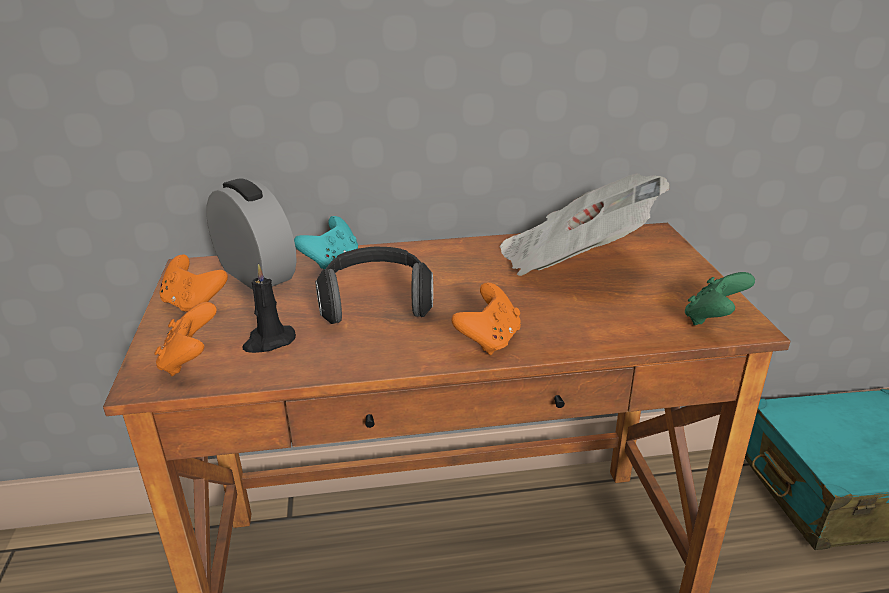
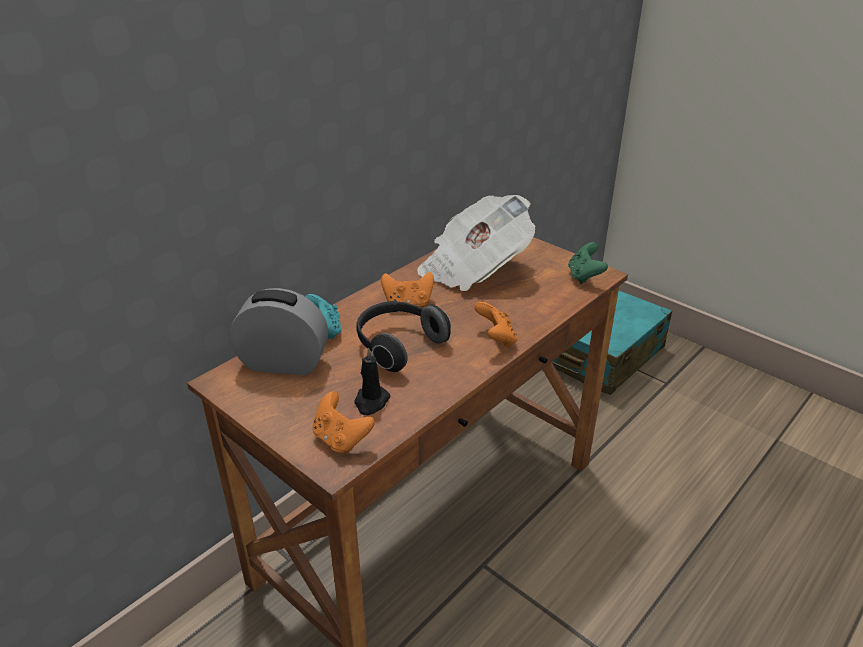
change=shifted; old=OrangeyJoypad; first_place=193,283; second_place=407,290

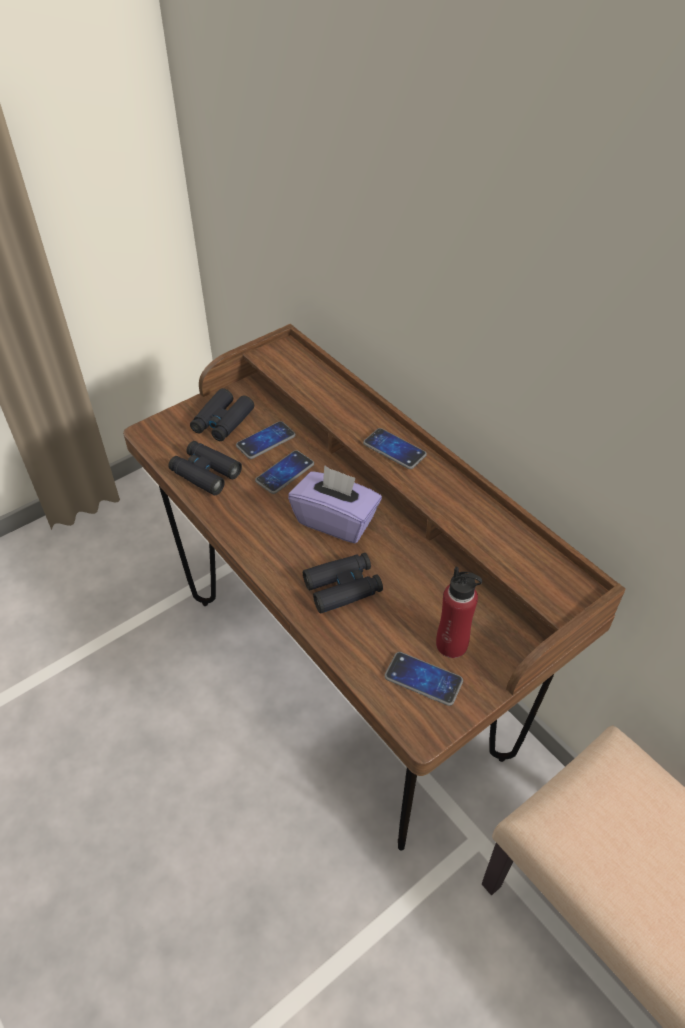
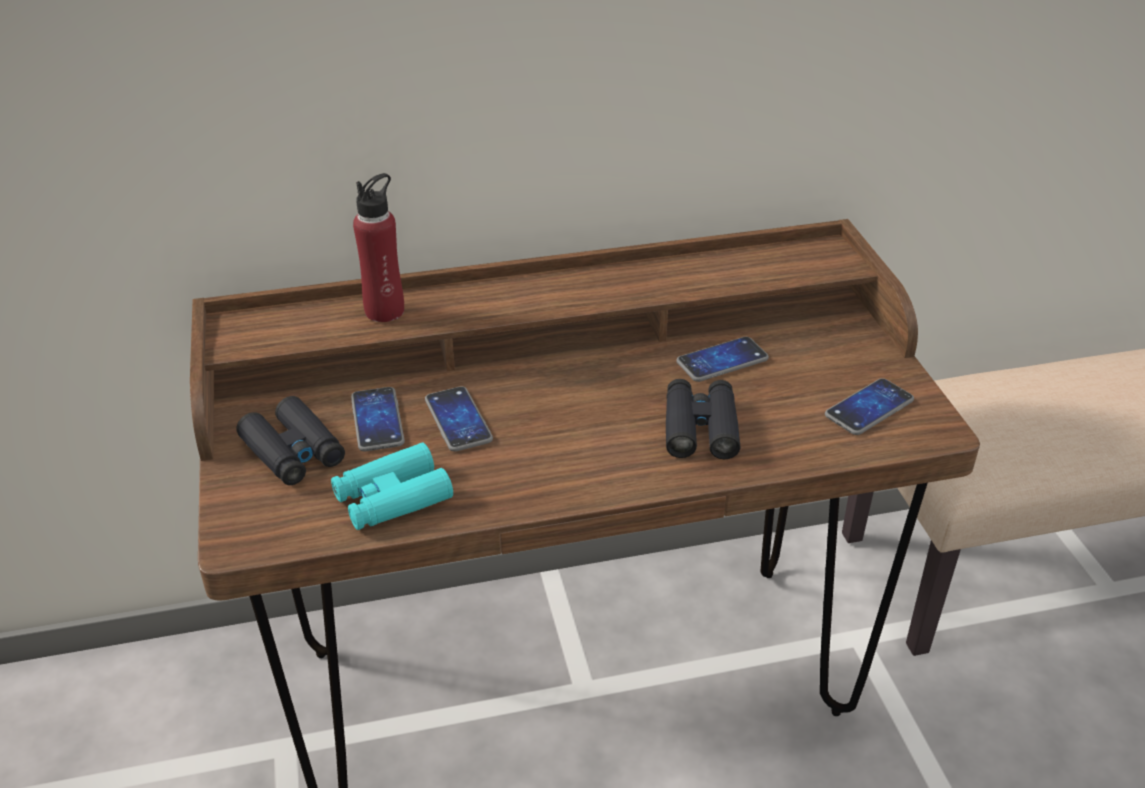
change=repainted; old=BlackColouredBinoculars; new=TurquoiseBinoculars; first_place=205,468; second_place=392,486
change=shifted; old=RedColouredBeverageBottle; first_place=459,612; second_place=378,247
change=shifted; old=Telephone; first_place=395,448; second_place=722,359
change=gone; old=PurpleBoxOfTissues; first_place=335,504

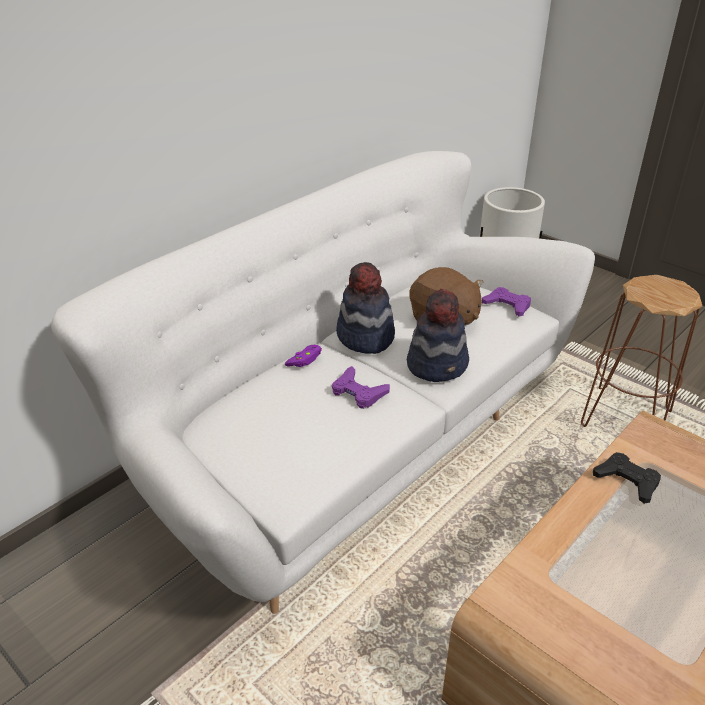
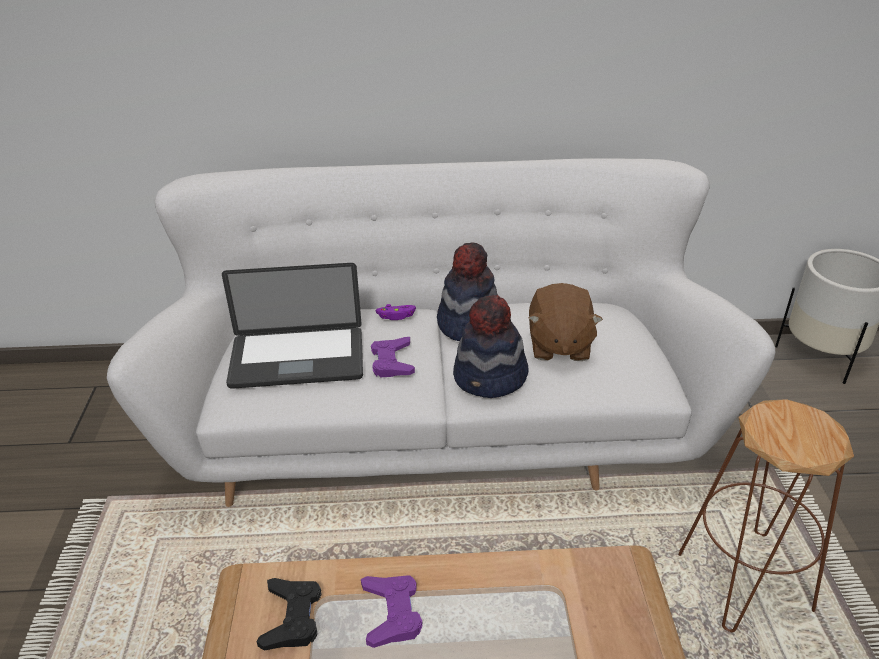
change=new; new=PortableComputer; second_place=292,326
change=shifted; old=BlackColouredJoypad; first_place=627,478; second_place=289,614
change=shifted; old=PurpleJoypad; first_place=506,301; second_place=392,612

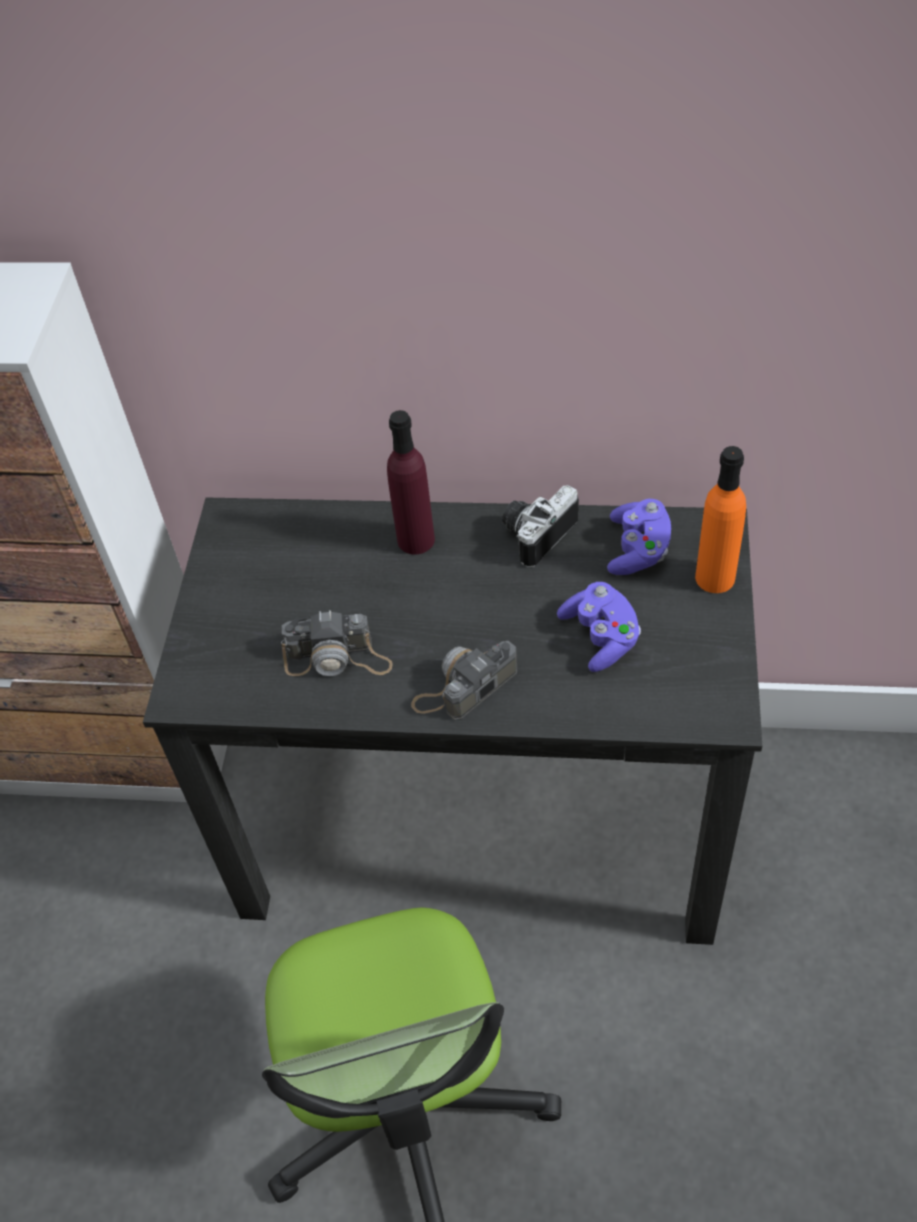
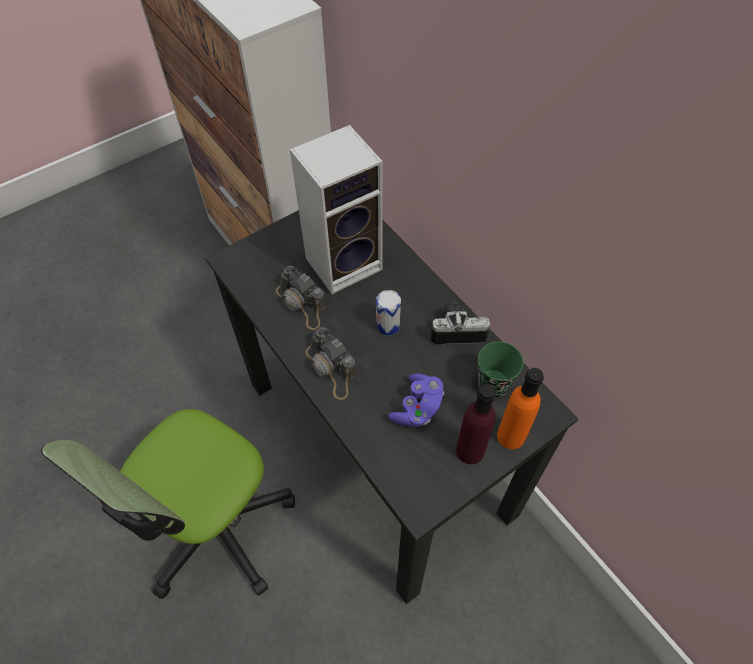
change=new; new=AudioSpeaker; second_place=336,209
change=rotated; old=StillCamera; first_place=464,681; second_place=331,363; degrees=-135
change=new; new=SealedCan; second_place=388,313
change=shifted; old=PurpleBeverageBottle; first_place=411,482; second_place=476,424
change=swapped; old=PurpleJoypad; new=GreenishSmallCup; first_place=639,537; second_place=500,370

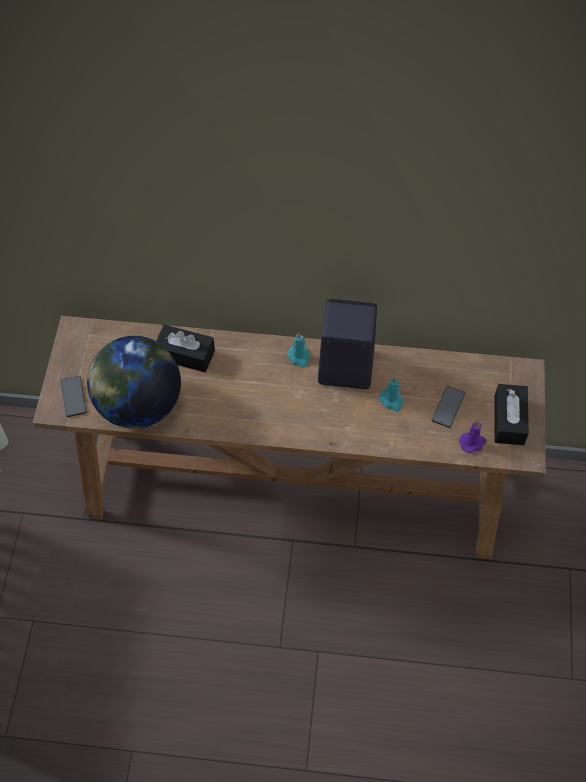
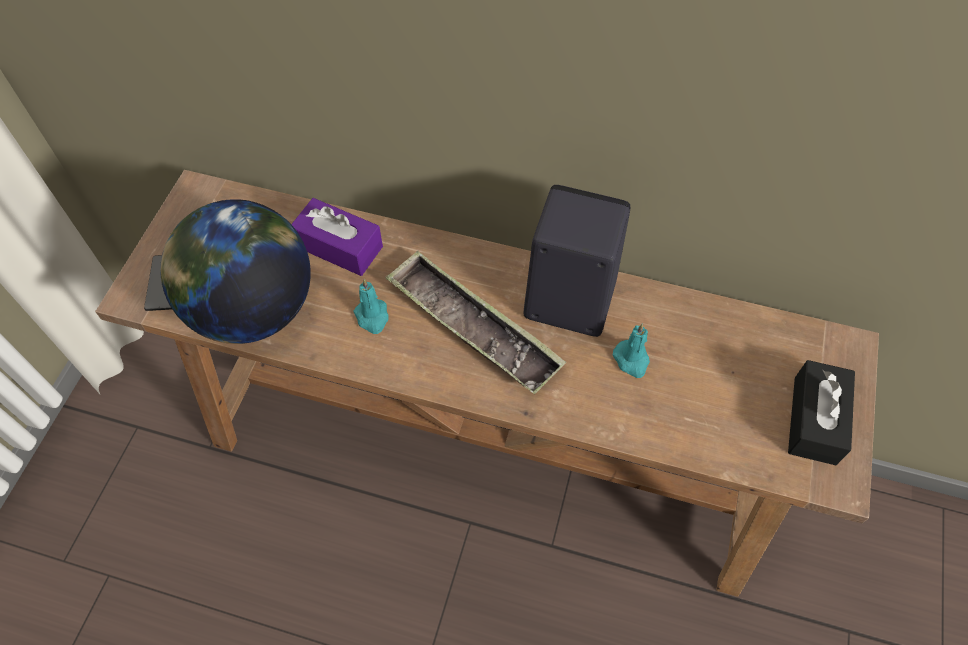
change=repainted; old=BlackColouredBoxOfTissues; new=PurpleBoxOfTissues; first_place=185,348; second_place=337,237
change=shifted; old=TurquoiseWaxCandle; first_place=298,350; second_place=371,306
change=new; new=ServingTray; second_place=475,323
change=gone; old=Telephone; first_place=448,407
change=gone; old=PurpleWaxCandle; first_place=472,437

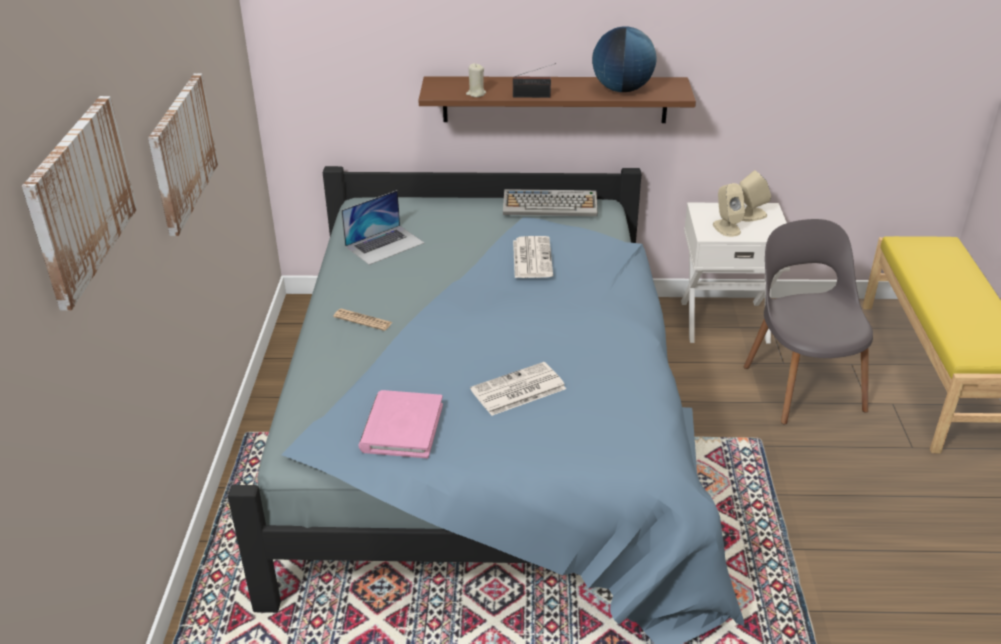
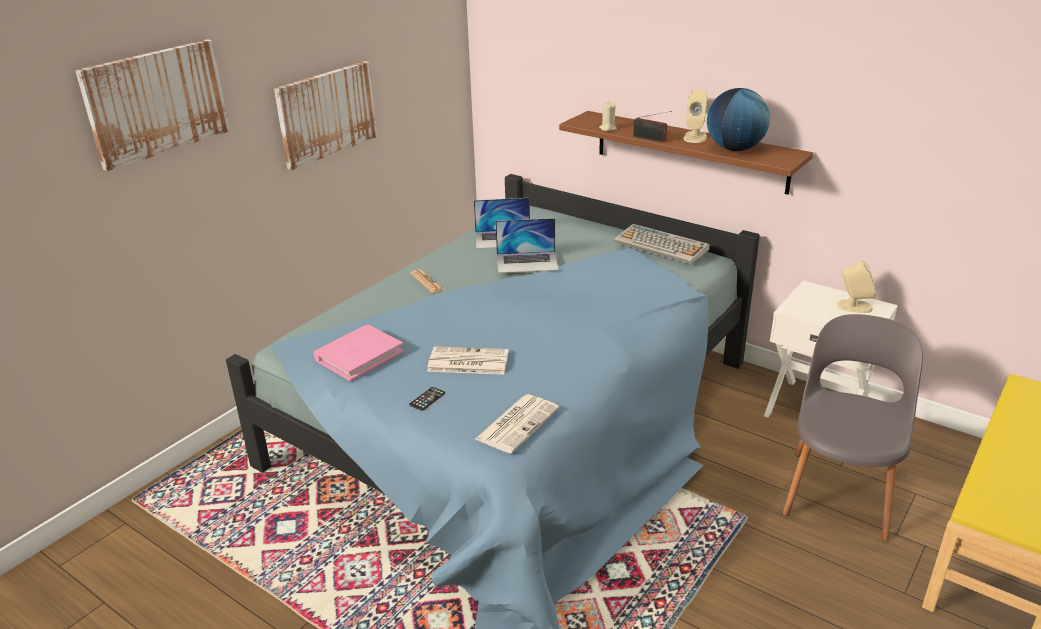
change=new; new=Telephone; second_place=427,399
change=shifted; old=Newspaper; first_place=533,257; second_place=517,423
change=new; new=PortableComputer; second_place=527,245
change=shifted; old=BeigeColouredAudioSpeaker; first_place=729,210; second_place=695,116

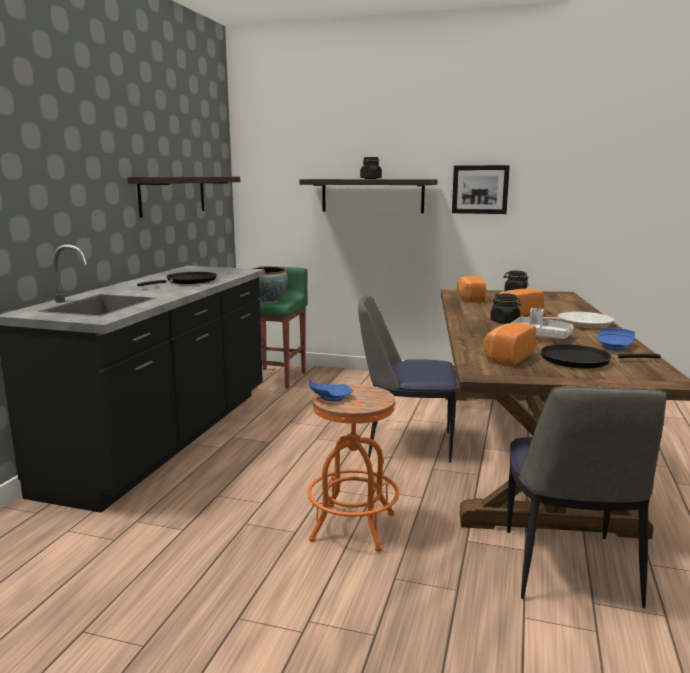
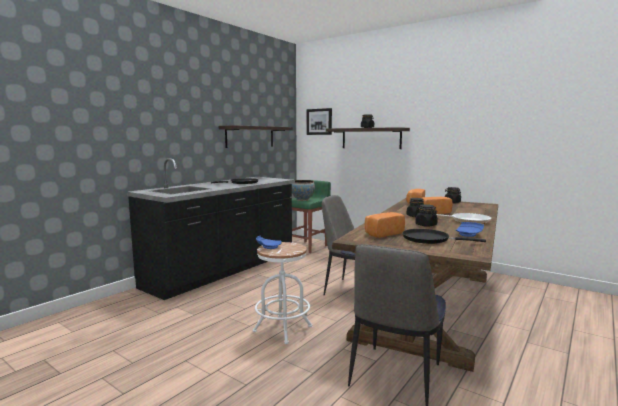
change=repainted; old=OrangeyStool; new=WhitishStool; first_place=353,468; second_place=282,293
change=shifted; old=Picture; first_place=481,189; second_place=319,121
change=swapped; old=GreyishServingTray; new=BlackColouredPreserveJar; first_place=542,323; second_place=427,215

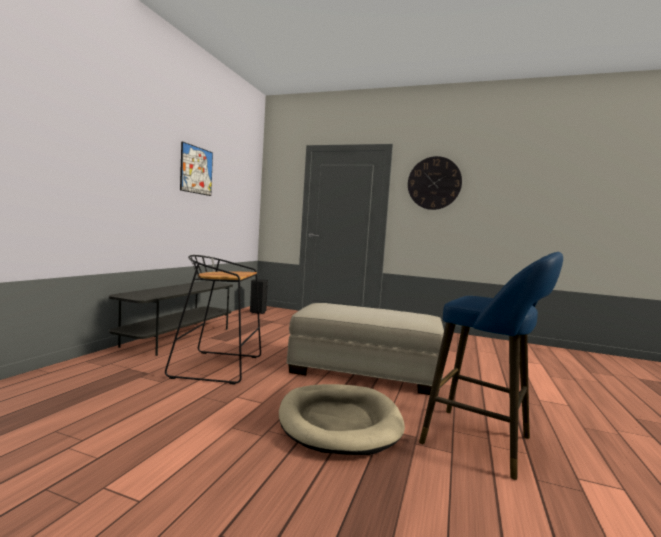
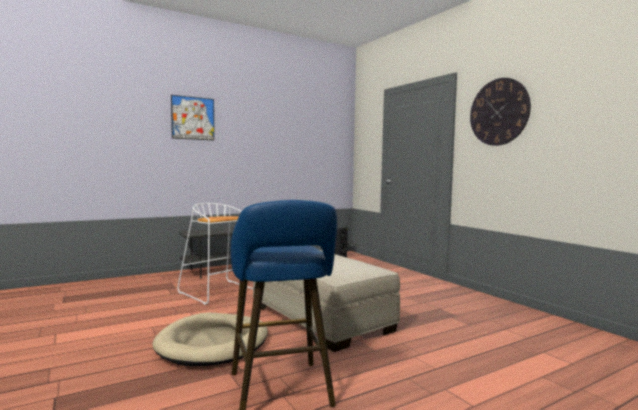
change=shifted; old=Picture; first_place=196,168; second_place=192,117
change=repainted; old=BlackColouredStool; new=WhitishStool; first_place=213,320; second_place=215,254

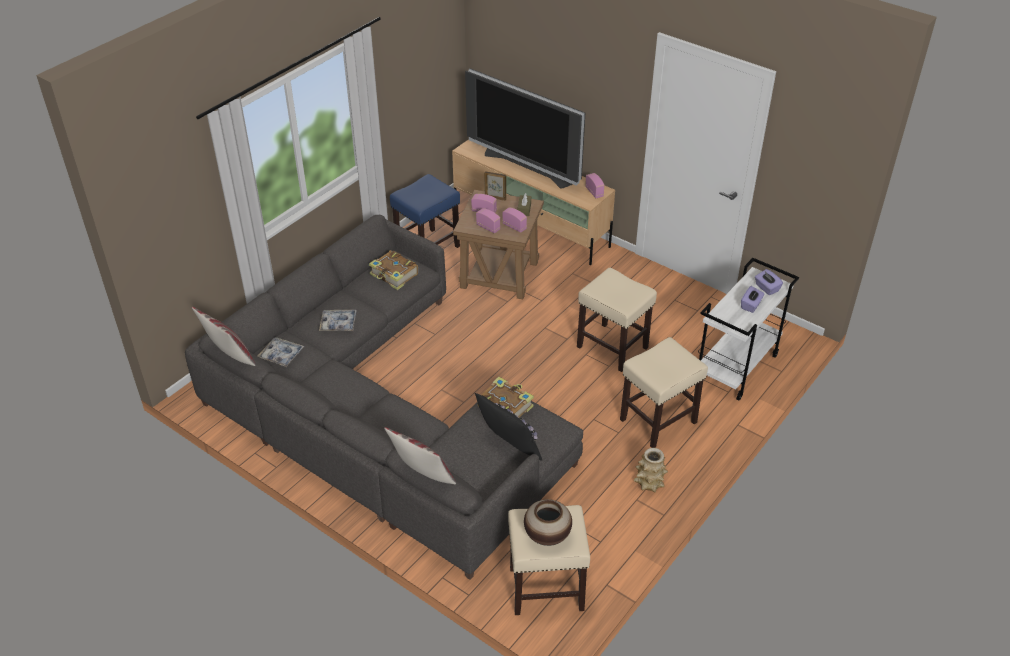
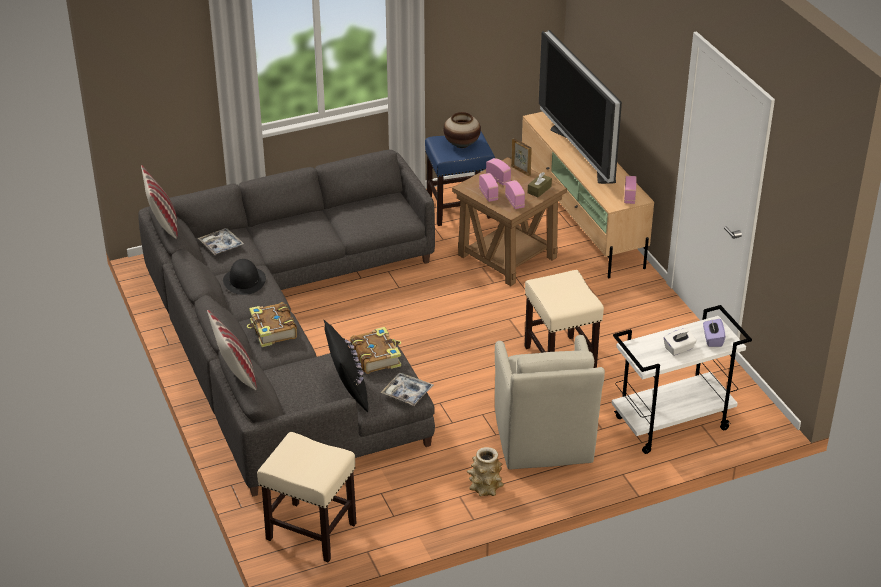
change=new; new=BlackColouredWearableHat; second_place=244,277
change=shifted; old=Volume; first_place=393,270; second_place=272,324
change=shifted; old=ServingTray; first_place=338,320; second_place=406,389
change=shifted; old=DecorativeVase; first_place=548,522; second_place=462,130
change=swapped; old=BeigeColouredStool; new=BeigeColouredEasyChair; first_place=664,392; second_place=550,402
change=repainted; old=PurpleBoxOfTissues; new=WhitishBoxOfTissues; first_place=752,299; second_place=680,342

